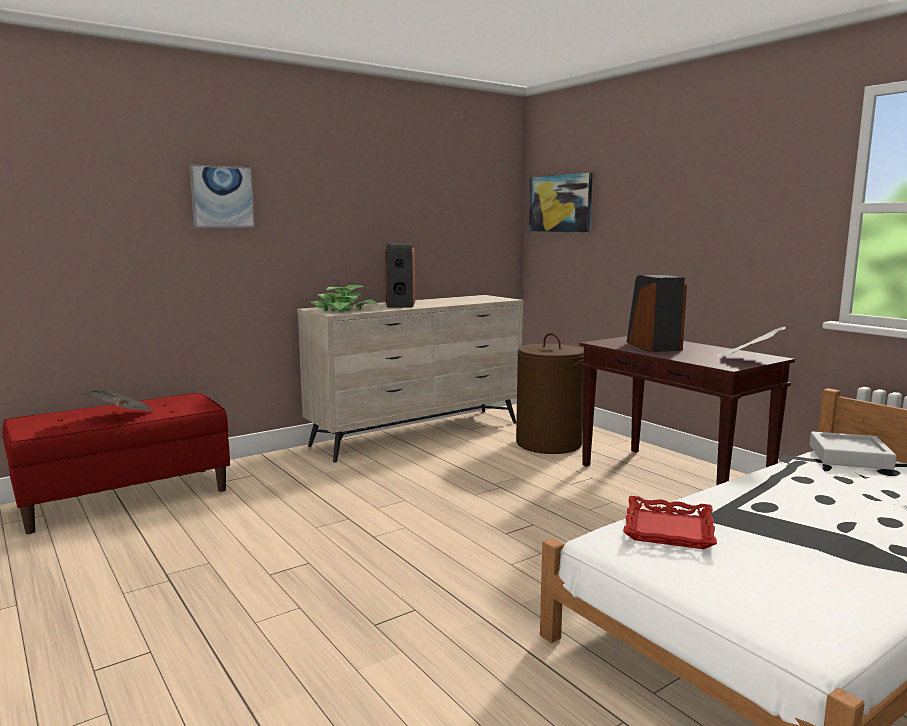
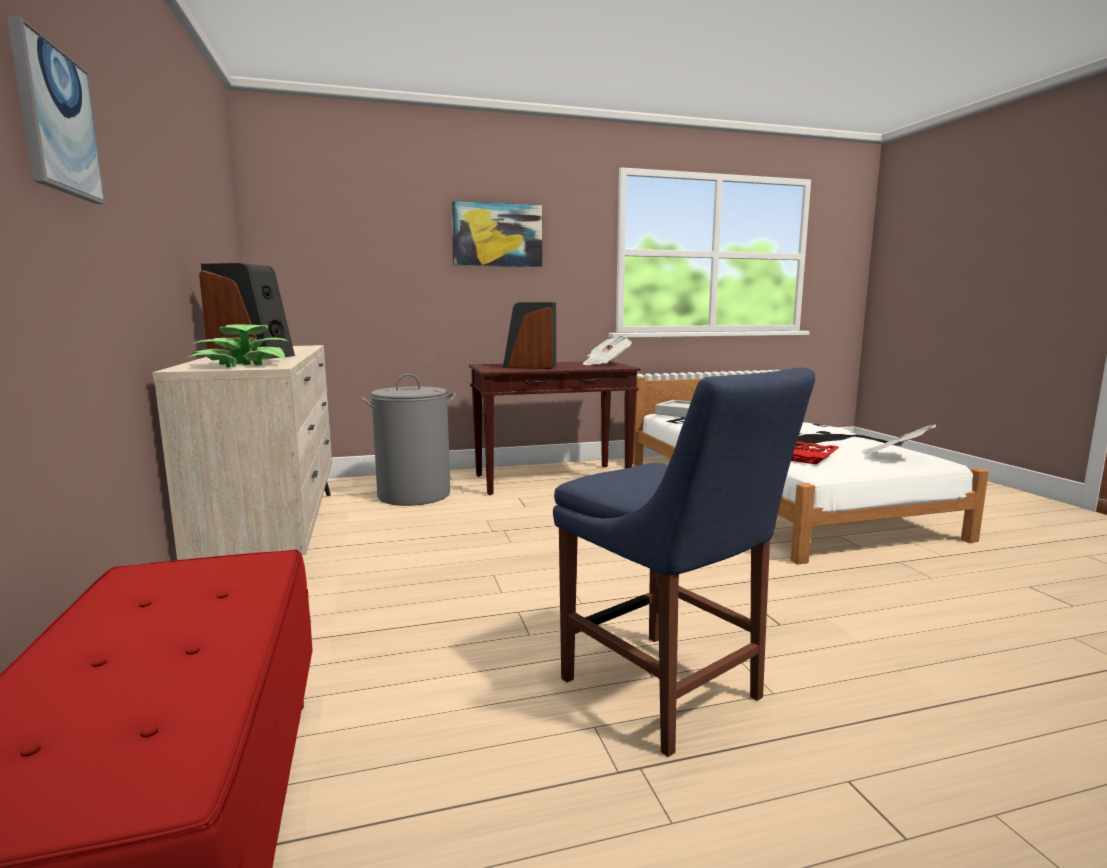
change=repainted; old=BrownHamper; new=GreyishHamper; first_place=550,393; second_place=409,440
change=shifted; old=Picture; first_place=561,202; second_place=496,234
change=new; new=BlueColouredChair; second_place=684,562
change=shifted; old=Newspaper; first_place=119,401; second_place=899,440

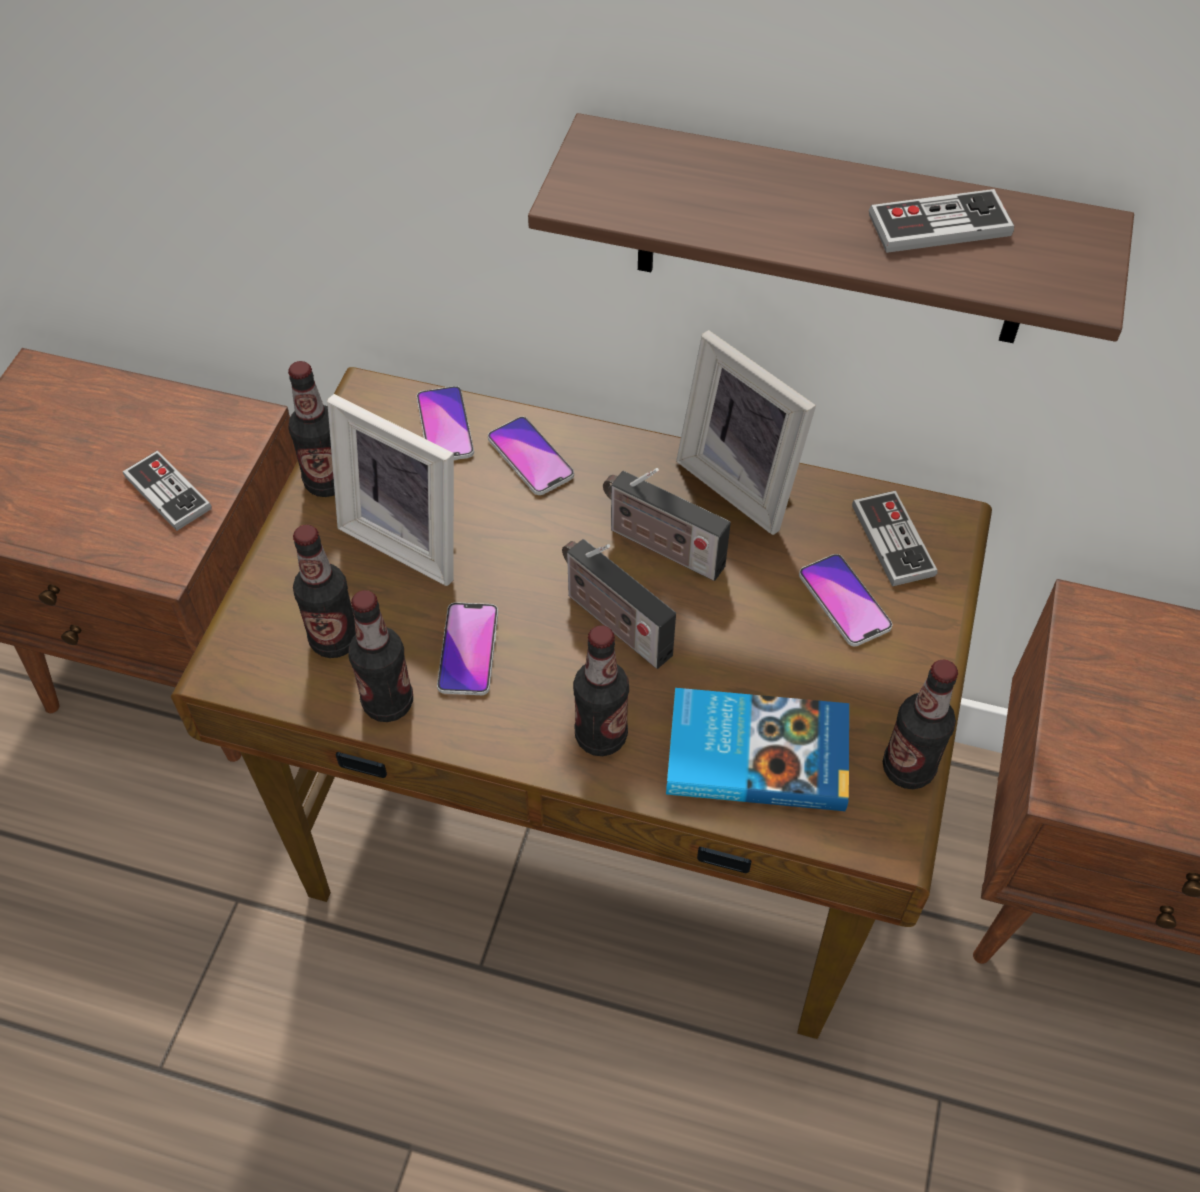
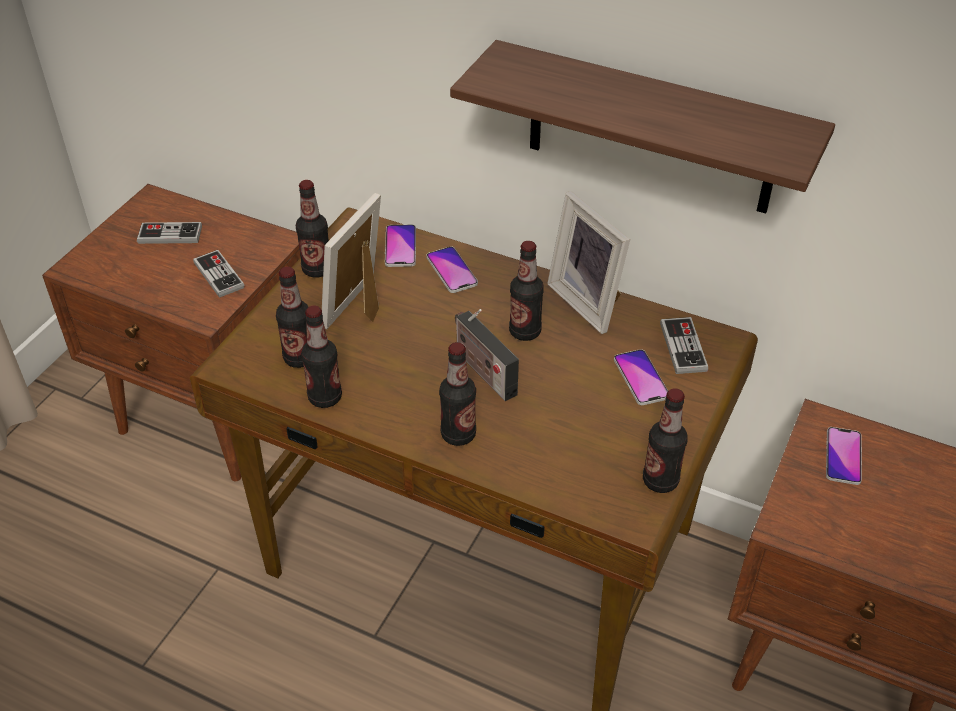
change=shifted; old=Joypad; first_place=941,221; second_place=169,233
change=rotated; old=StandingFrame; first_place=390,490; second_place=351,261; degrees=75
change=swapped; old=RadioSet; new=BeverageBottle; first_place=667,524; second_place=526,291
change=shifted; old=Telephone; first_place=467,648; second_place=844,456
change=gone; old=Volume; first_place=757,749

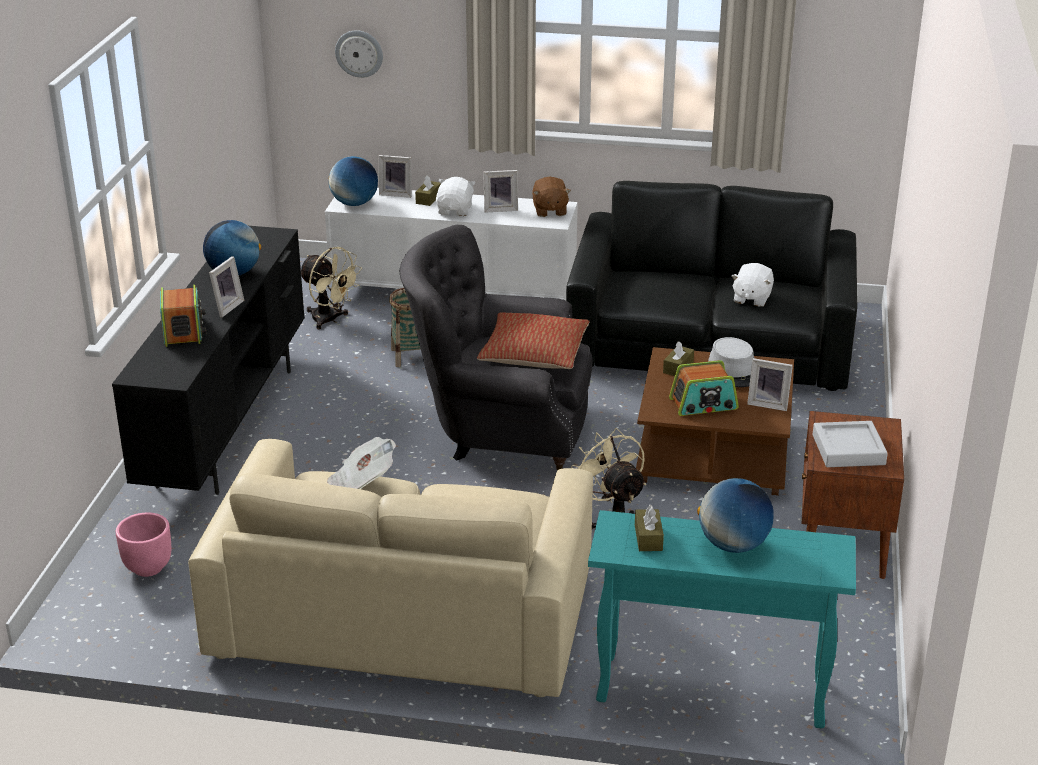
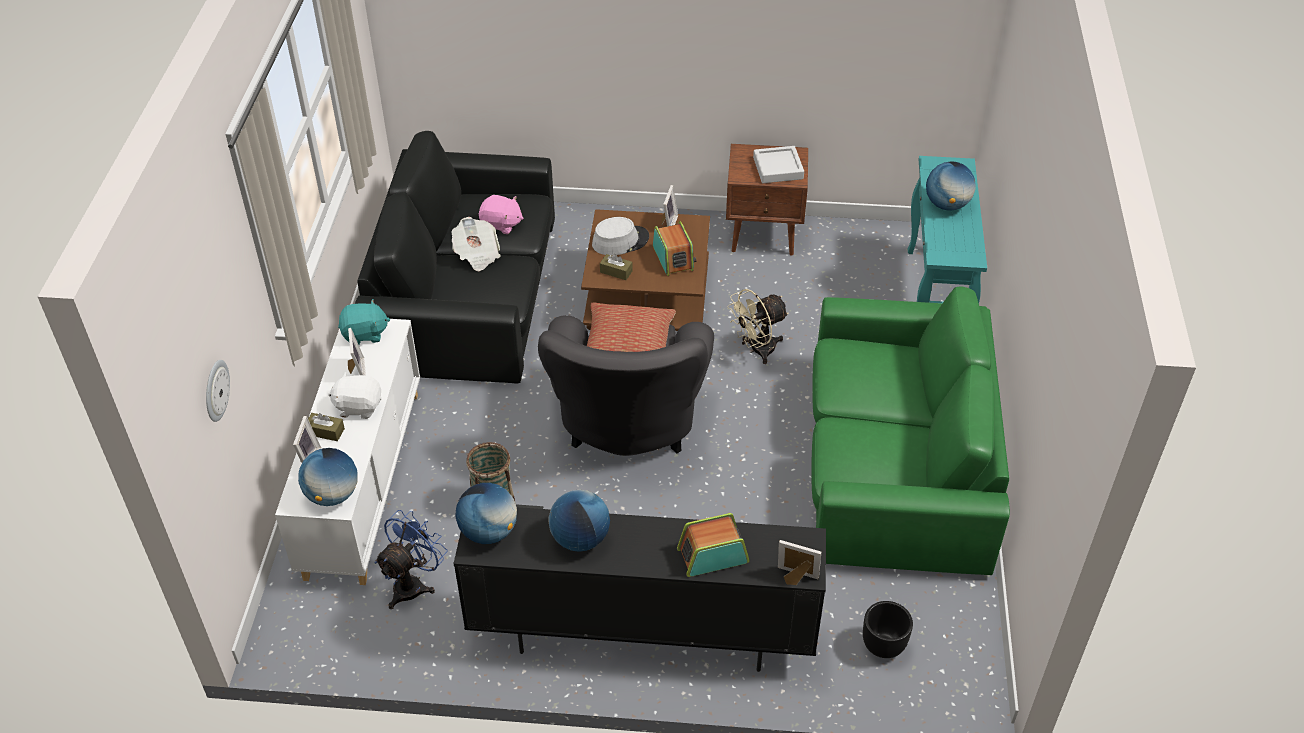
change=repainted; old=BrownPlushToy; new=TurquoisePlushToy; first_place=551,197; second_place=364,322
change=repainted; old=BeigeColouredElectricFan; new=BlueColouredElectricFan; first_place=331,288; second_place=410,559
change=shifted; old=Newspaper; first_place=361,463; second_place=476,244
change=new; new=WorldGlobe; second_place=486,513
change=repainted; old=WhitishPlushToy; new=PinkColouredPlushToy; first_place=752,285; second_place=501,214
change=shifted; old=StandingFrame; first_place=226,286; second_place=799,562
change=repainted; old=BeigeColouredSettee; new=GreenishSettee; first_place=390,568; second_place=910,431
change=repainted; old=PinkColouredFlowerPot; new=BlackColouredFlowerPot; first_place=143,544; second_place=888,629
change=gone; old=BrownBoxOfTissues; first_place=649,528

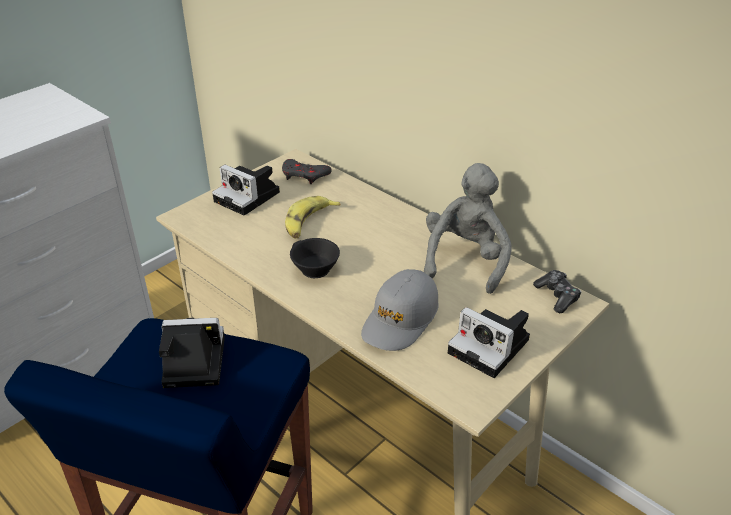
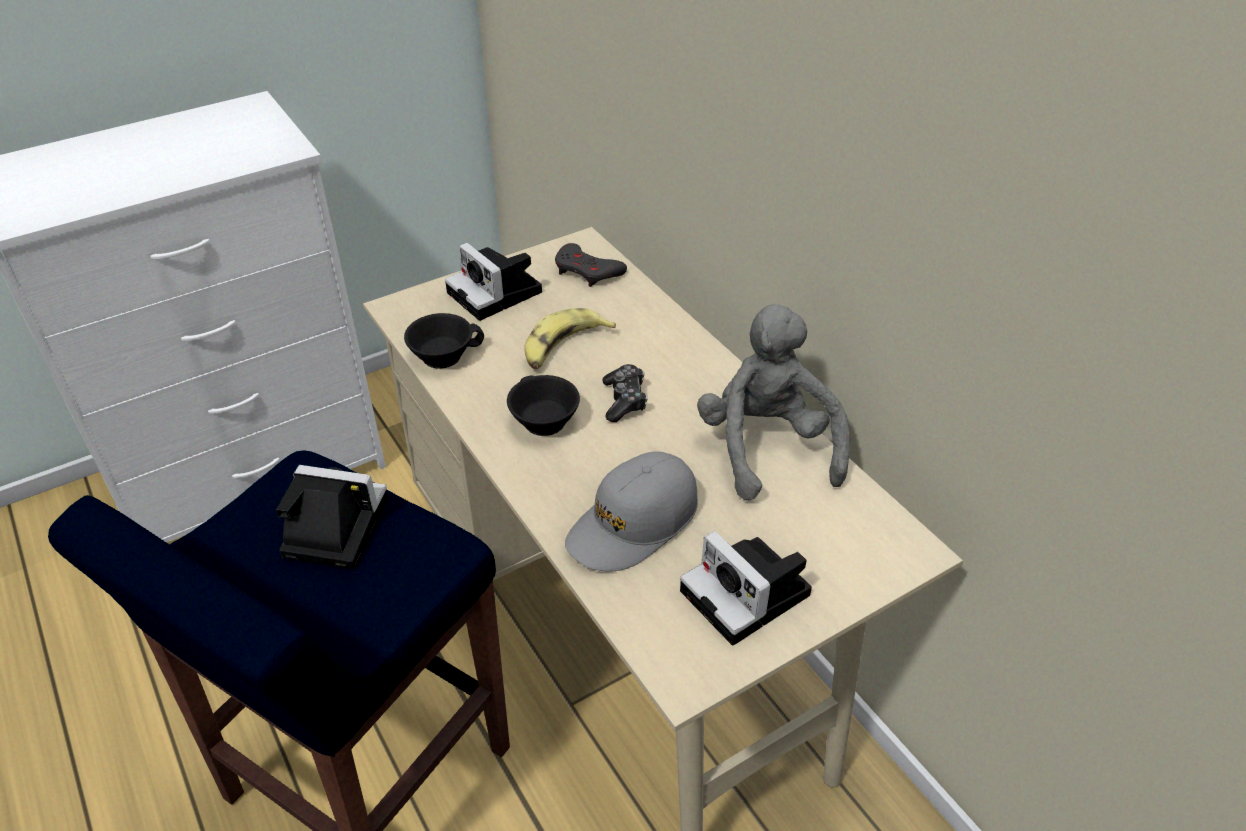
change=new; new=BlackColouredSmallCup; second_place=444,341
change=shifted; old=Joypad; first_place=557,291; second_place=625,393
change=rotated; old=GreyishPlushToy; first_place=468,228; second_place=773,402; degrees=-45

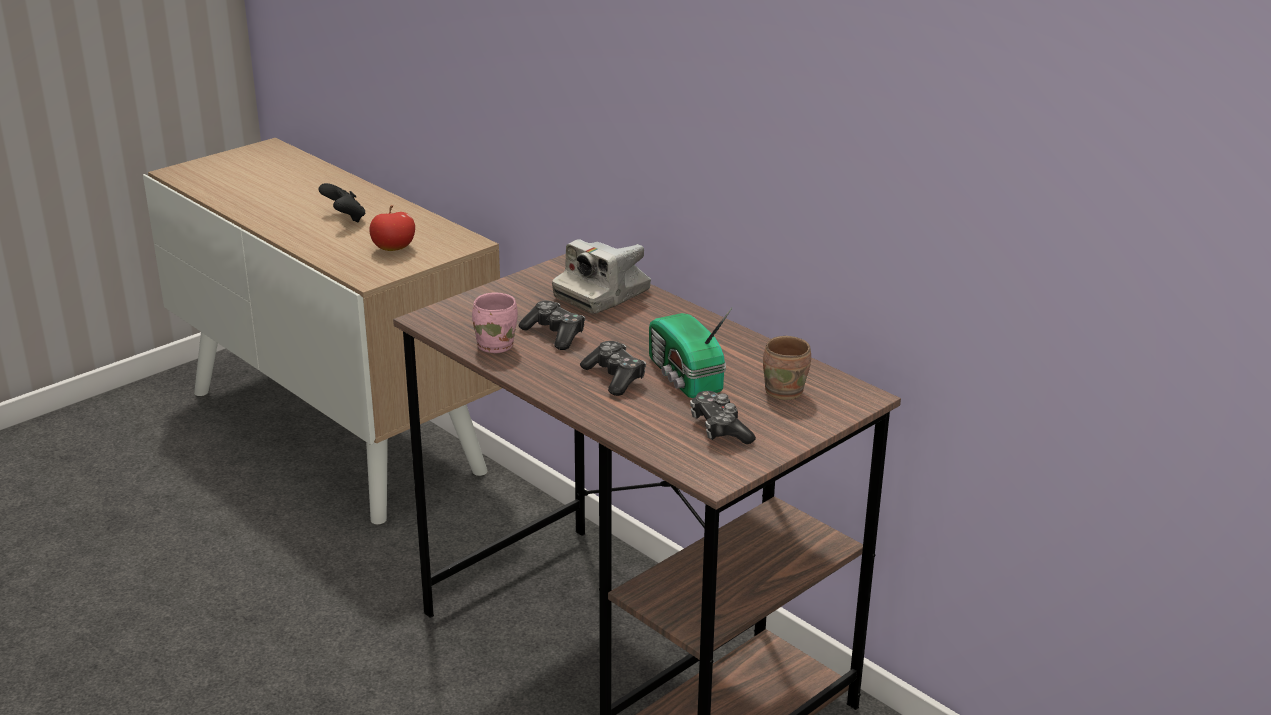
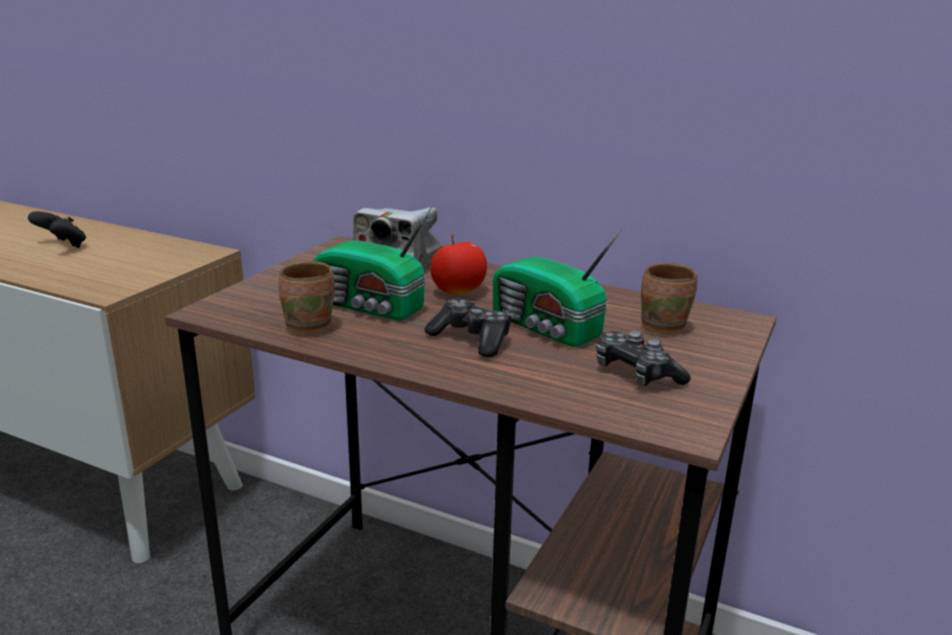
change=repainted; old=PinkColouredMug; new=BrownMug; first_place=495,323; second_place=306,298
change=swapped; old=Joypad; new=RadioSet; first_place=552,325; second_place=373,262
change=shifted; old=WholeApple; first_place=392,228; second_place=458,264

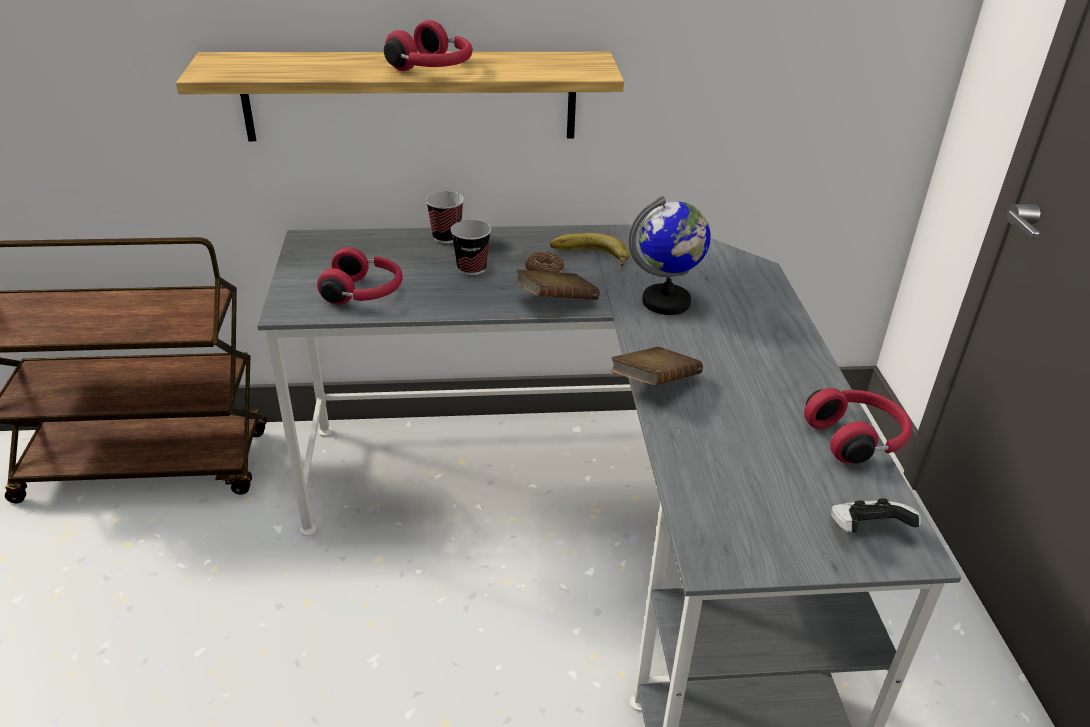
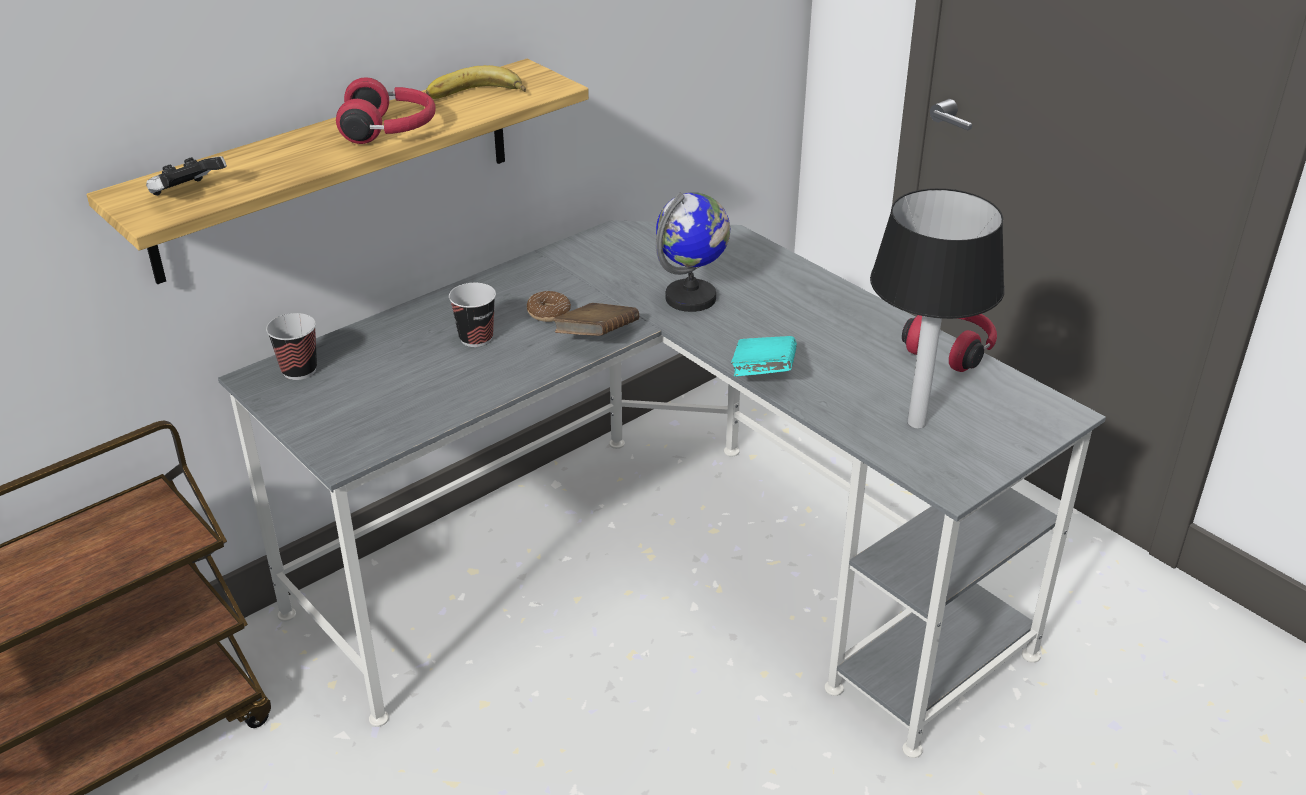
change=shifted; old=Joypad; first_place=876,516; second_place=186,176
change=shifted; old=SmallCup; first_place=445,217; second_place=291,346
change=shifted; old=Banana; first_place=590,250; second_place=476,82
change=repainted; old=BrownVolume; new=TurquoiseVolume; first_place=657,366; second_place=764,356
change=new; new=TableLamp; second_place=937,308
change=gone; old=RedColouredHeadset; first_place=360,276

